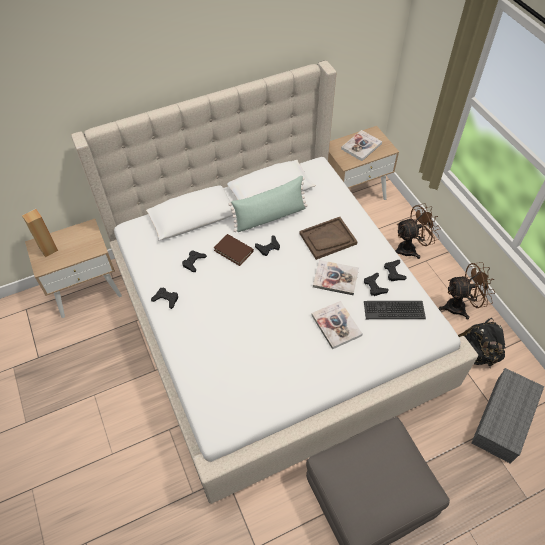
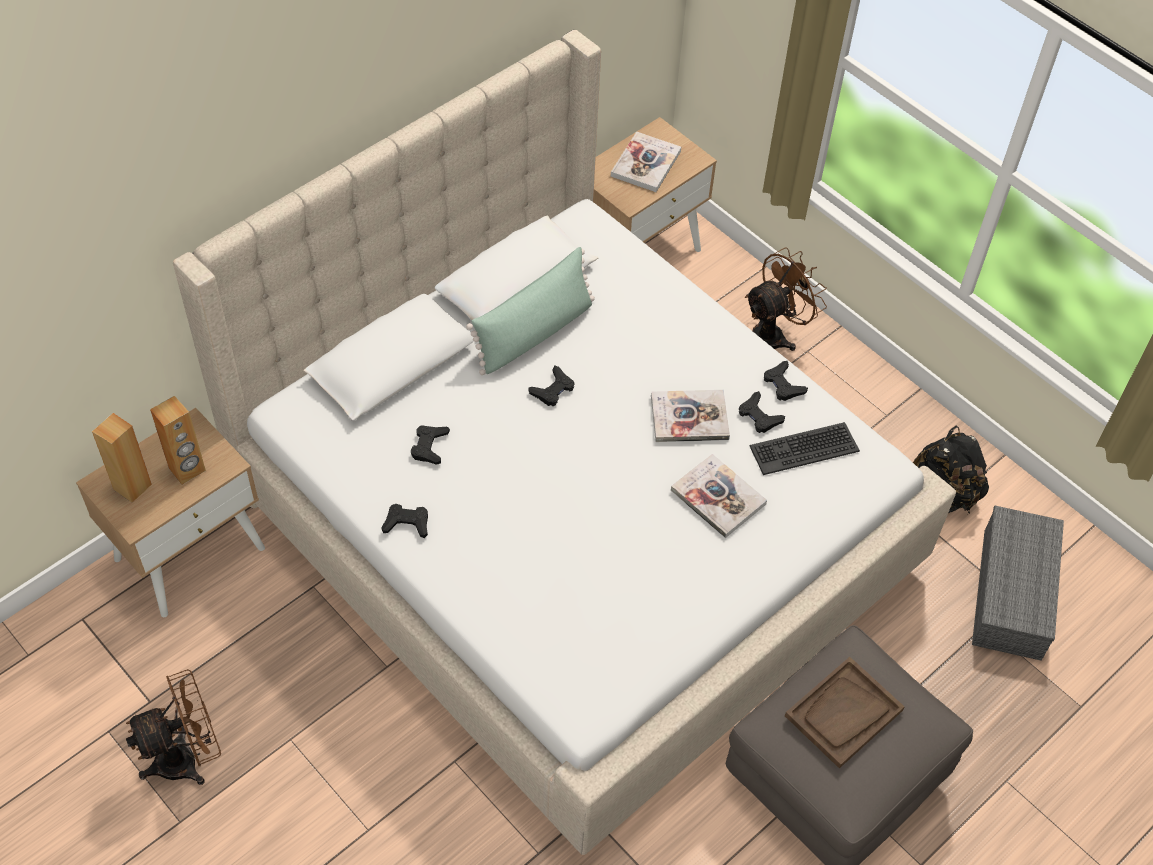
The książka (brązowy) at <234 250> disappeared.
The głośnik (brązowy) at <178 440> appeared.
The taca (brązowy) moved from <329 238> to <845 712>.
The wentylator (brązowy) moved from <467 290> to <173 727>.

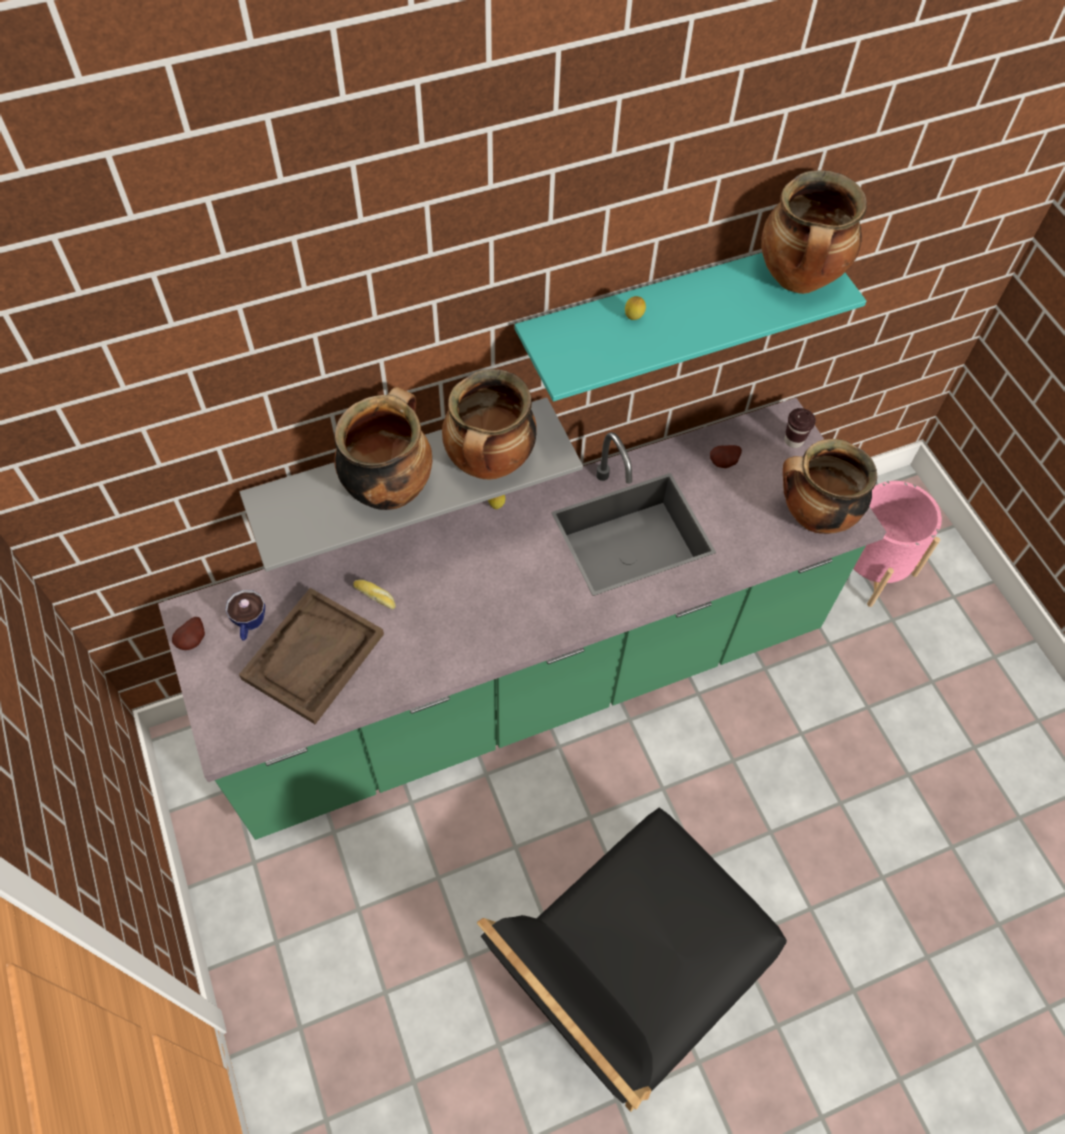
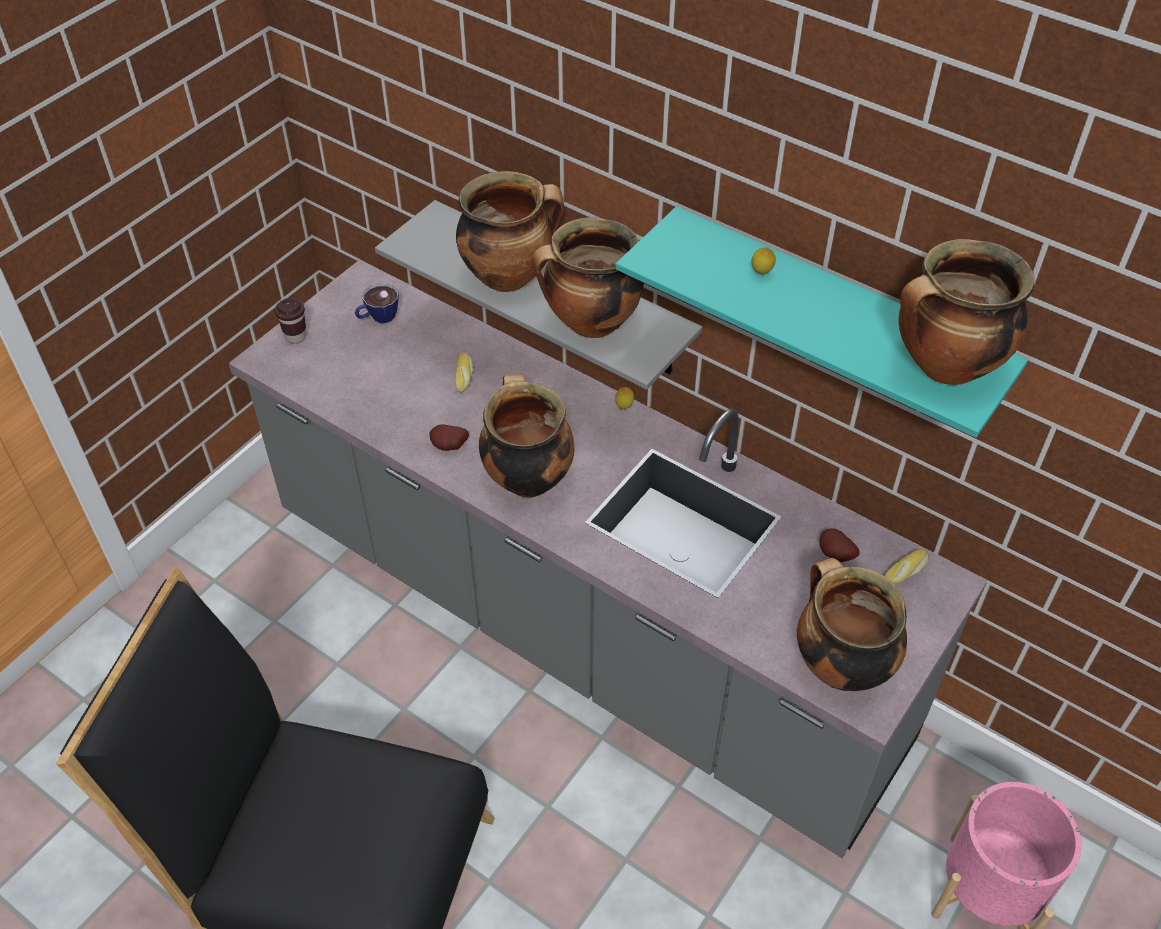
The taca (brązowy) at <311 656> disappeared.
The garnek at <527 435> appeared.
The chleb at <907 566> appeared.
The ziemniak moved from <188 633> to <449 437>.
The filiżanka (brązowy) moved from <800 428> to <290 320>.
The zabudowa kuchenna (zielony) at <522 619> became the zabudowa kuchenna (szary) at <608 559>.

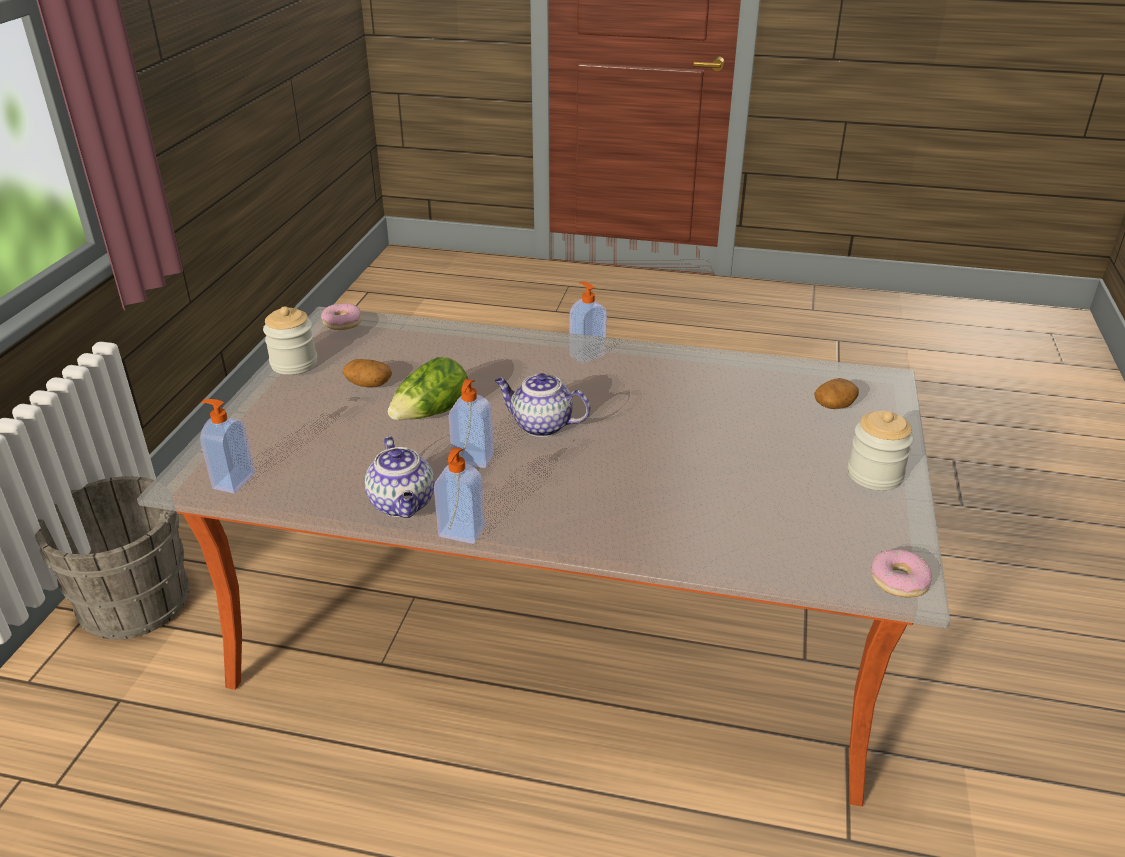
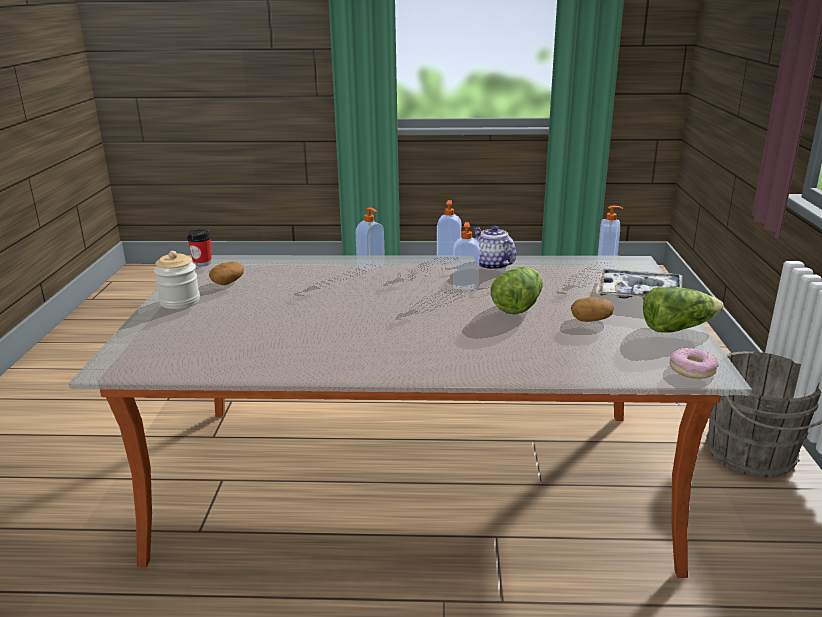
The imbryk at <542 405> disappeared.
The taca at <638 284> appeared.
The dozownik mydła moved from <588 323> to <370 239>.
The ziemniak moved from <836 393> to <226 273>.
The słoik at <290 340> was replaced by the sałata at <683 310>.
The donut at <901 573> was replaced by the filiżanka at <199 247>.

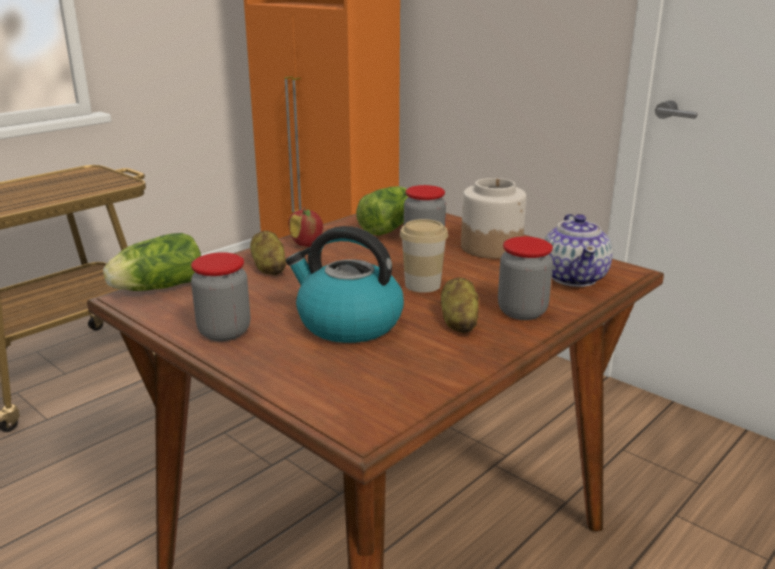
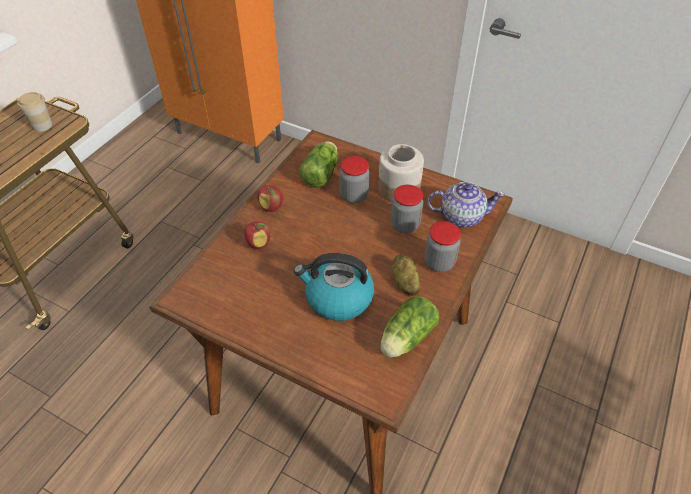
The sałata moved from <152 262> to <409 327>.
The słoik moved from <220 296> to <407 209>.
The filiżanka moved from <424 256> to <34 112>.
The ziemniak at <268 253> was replaced by the jabłko at <257 235>.
The imbryk at <578 250> turned 75 degrees counterclockwise.

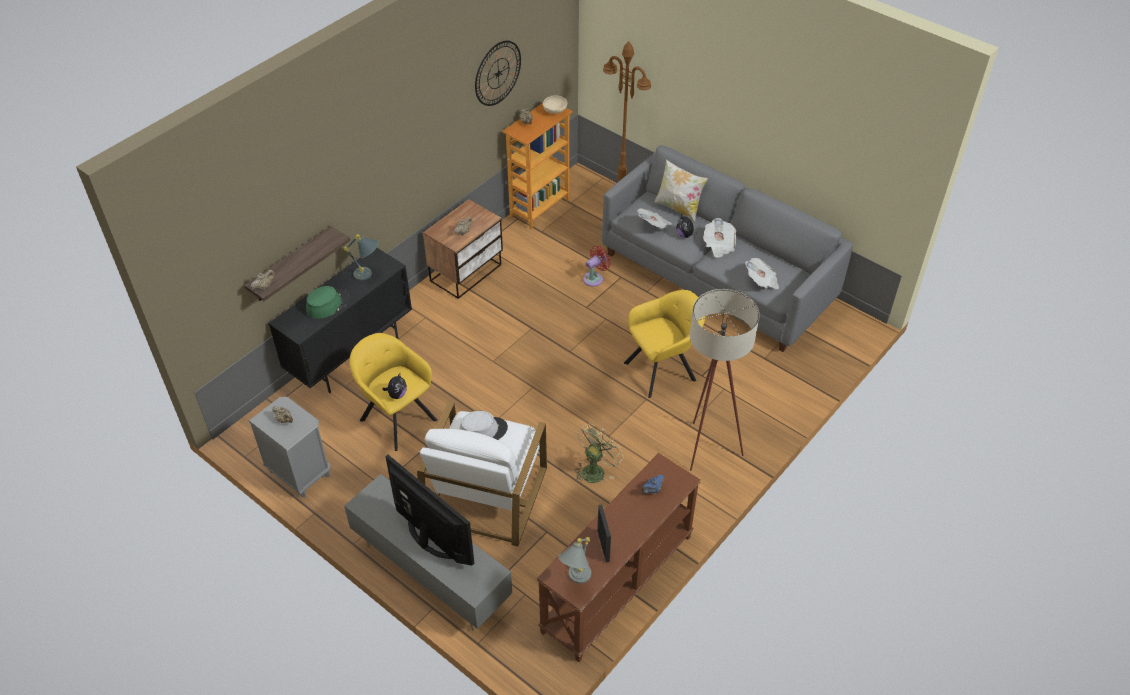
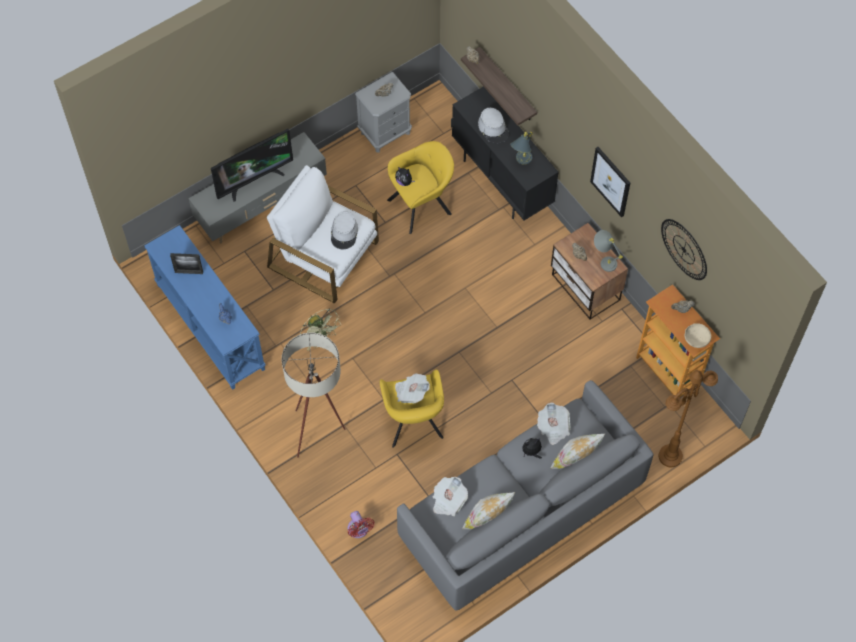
The poduszka at <488 510> appeared.
The obraz at <610 182> appeared.
The lampa stołowa (szary) moved from <574 560> to <608 251>.
The wentylator (czerwony) moved from <597 266> to <361 524>.
The gazeta moved from <719 238> to <412 388>.
The kapelusz (zielony) at <327 302> became the kapelusz (szary) at <493 126>.
The stolik konsolowy (brązowy) at <619 557> became the stolik konsolowy (niebieski) at <204 307>.

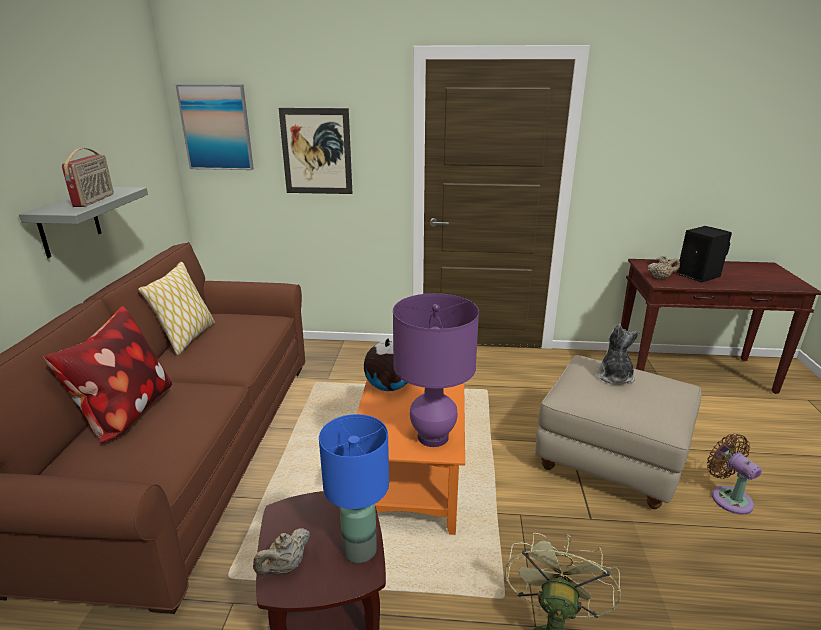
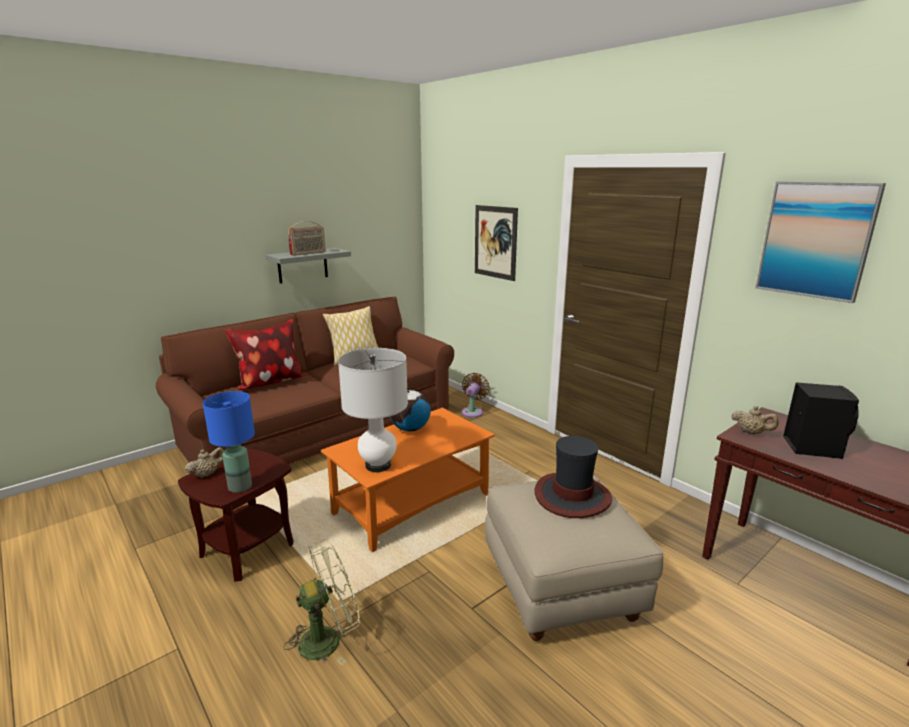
The obraz moved from <214 127> to <820 242>.
The wentylator (brązowy) moved from <734 474> to <476 395>.
The pluszak at <618 354> was replaced by the kapelusz at <573 477>.
The lampa stołowa (fioletowy) at <436 370> became the lampa stołowa (biały) at <373 410>.
The imbryk (beżowy) at <281 551> turned 135 degrees clockwise.

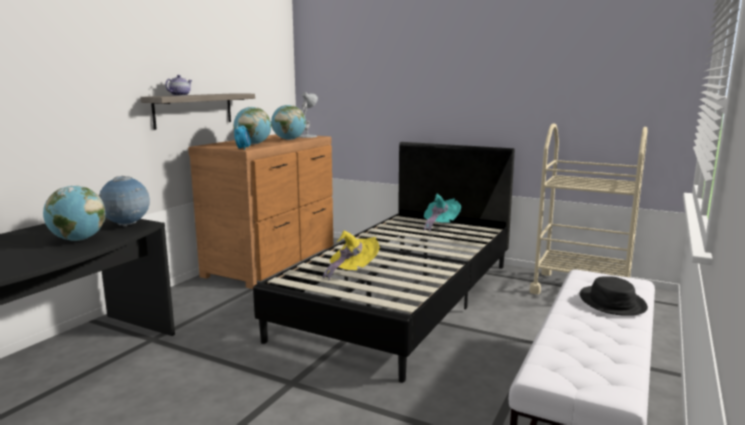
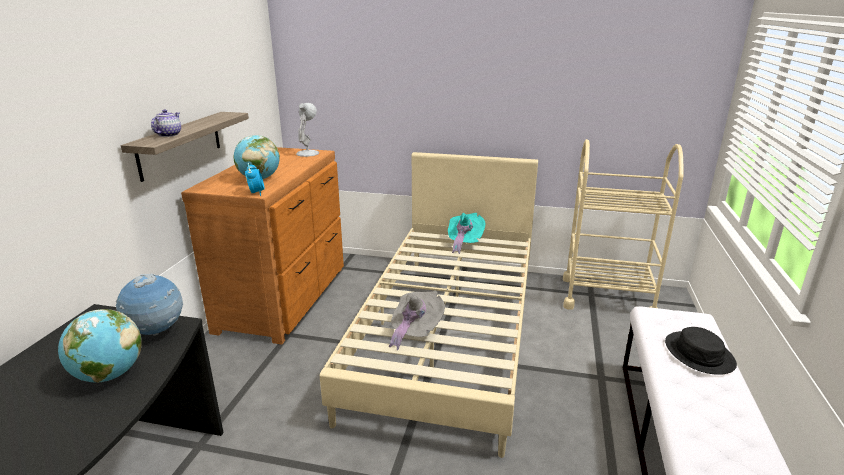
The globus at <288 122> disappeared.
The łóżko (czarny) at <384 262> became the łóżko (beżowy) at <429 305>.
The kapelusz (żółty) at <351 256> became the kapelusz (szary) at <417 321>.

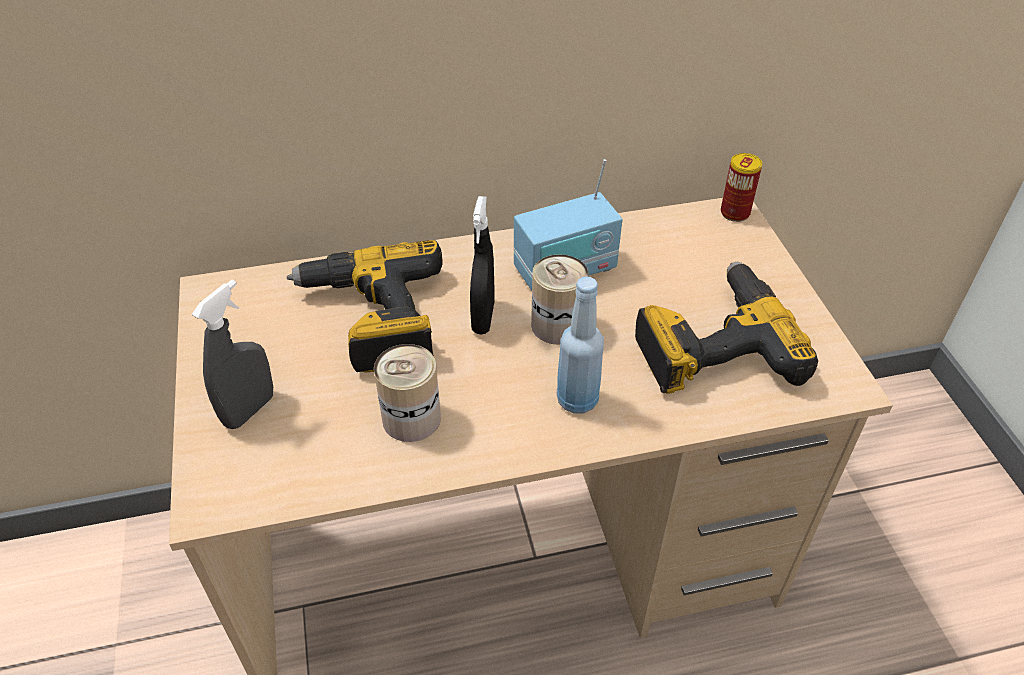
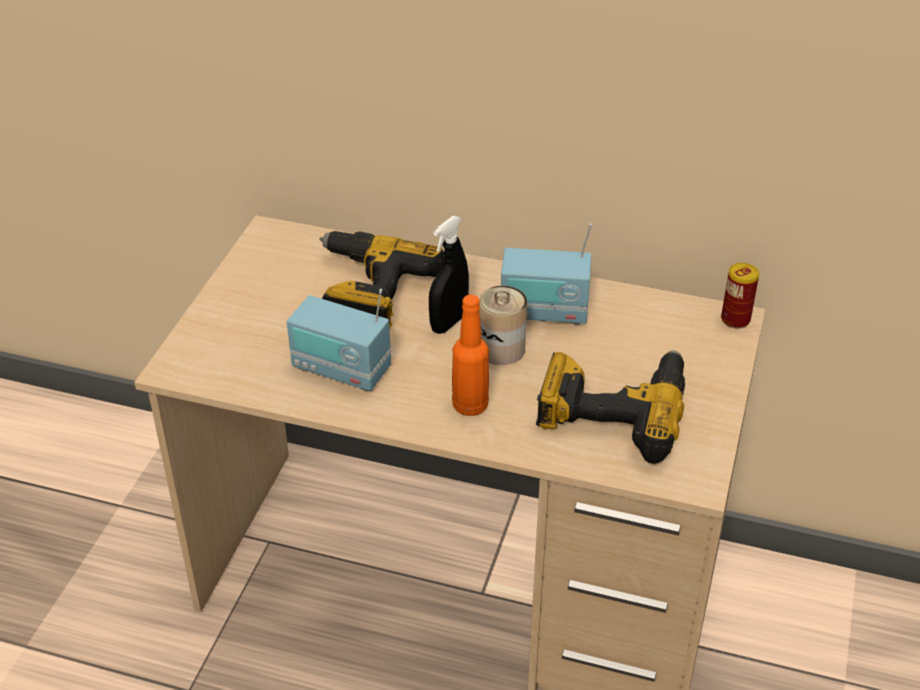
The spryskiwacz (szary) at <232 354> disappeared.
The puszka at <407 393> was replaced by the radio at <339 340>.
The butelka (niebieski) at <580 345> became the butelka (pomarańczowy) at <470 355>.

